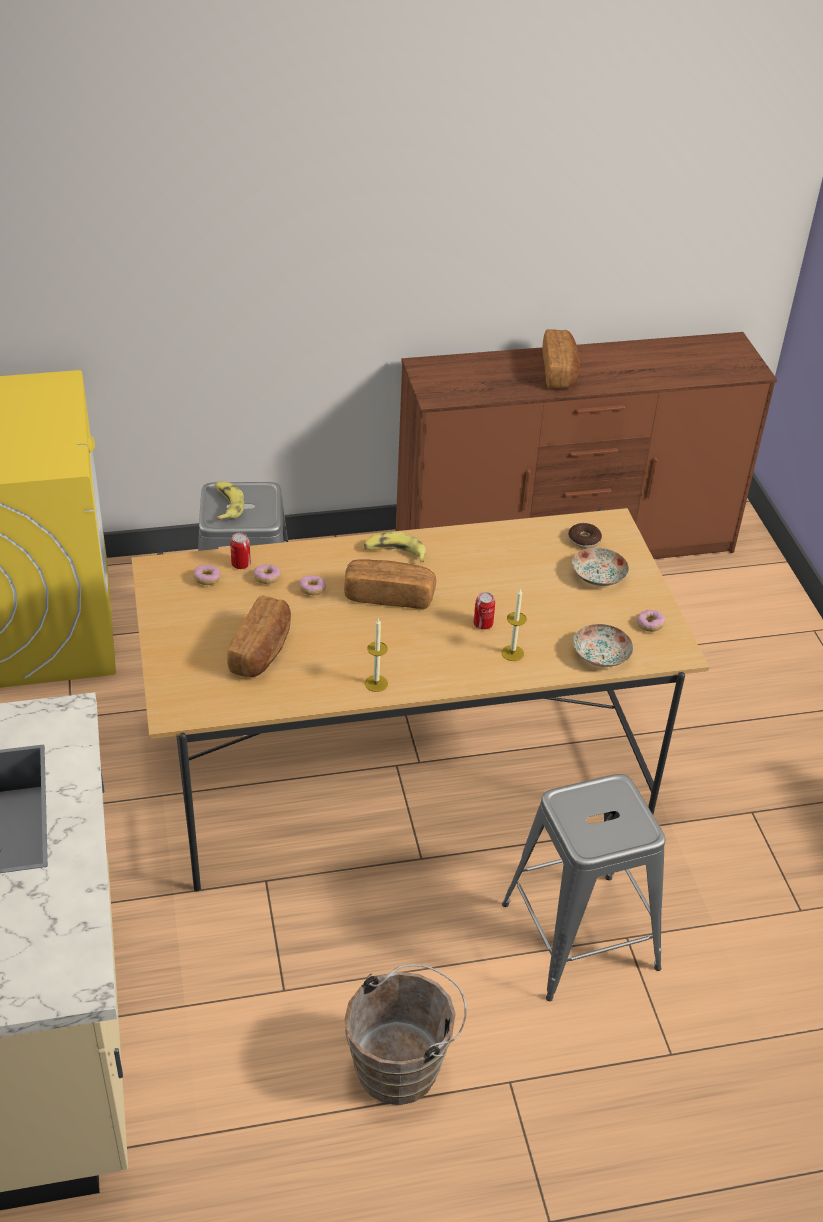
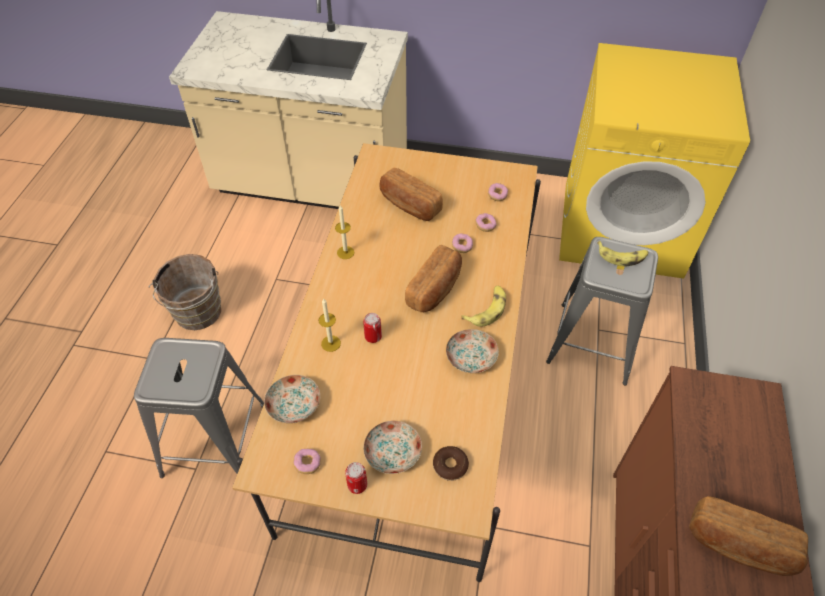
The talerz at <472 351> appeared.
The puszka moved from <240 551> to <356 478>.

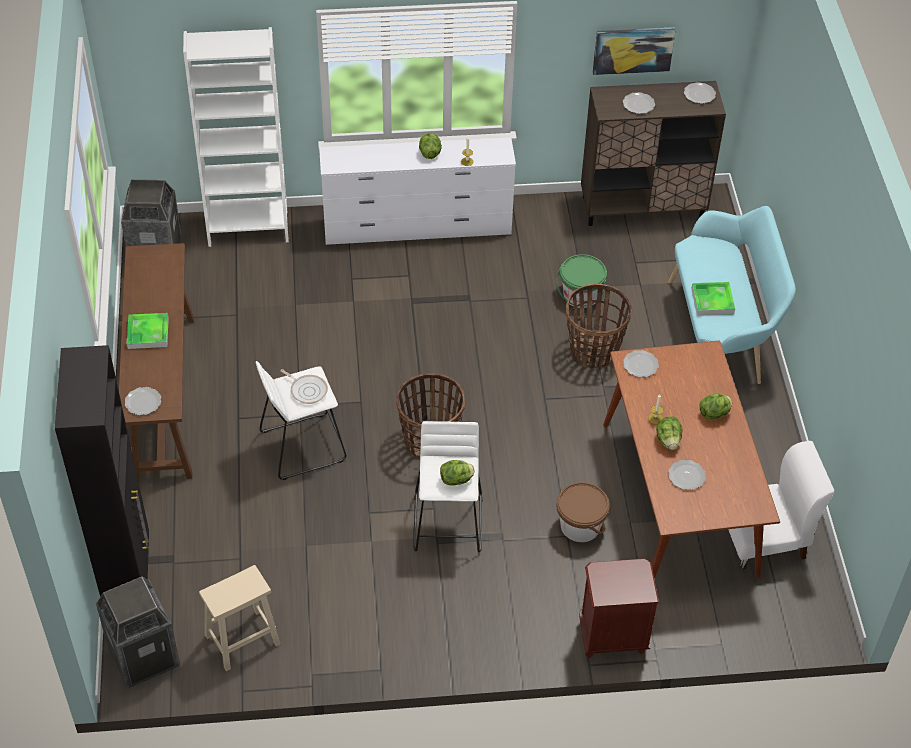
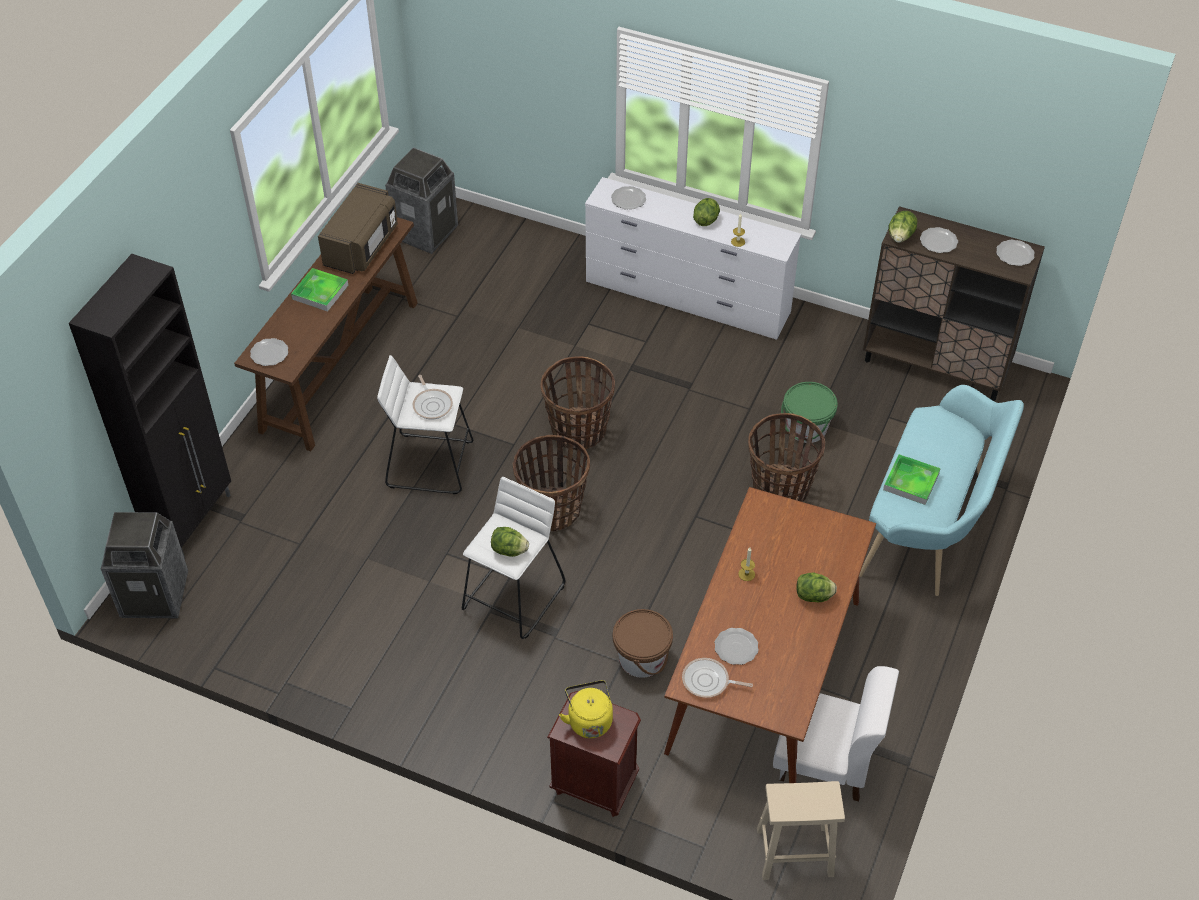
The regał (biały) at <236 137> disappeared.
The obraz at <634 51> disappeared.
The mikrofalówka (brązowy) at <358 228> appeared.
The koszyk at <578 403> appeared.
The czajnik (żółty) at <586 709> appeared.
The patelnia at <717 678> appeared.
The stołek (beżowy) moved from <239 618> to <801 830>.
The talerz moved from <641 363> to <628 198>.
The sałata moved from <669 433> to <903 227>.

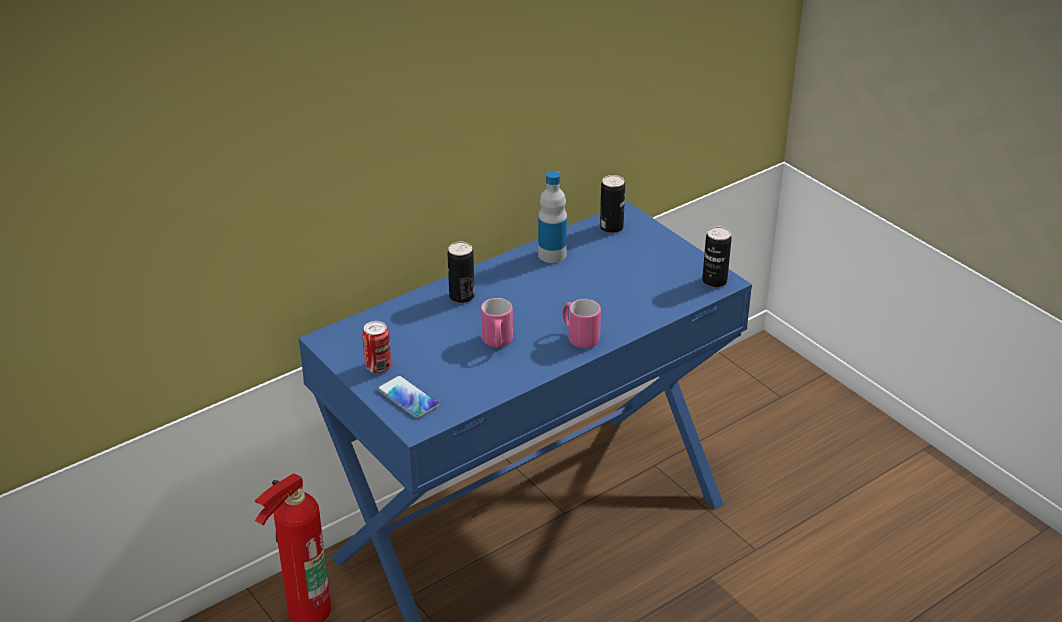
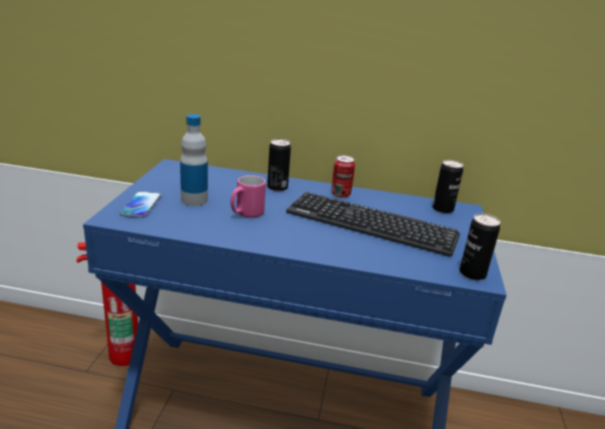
The kubek (różowy) at <581 323> disappeared.
The klawiatura at <373 224> appeared.
The puszka moved from <376 347> to <343 177>.
The butelka moved from <552 217> to <194 160>.

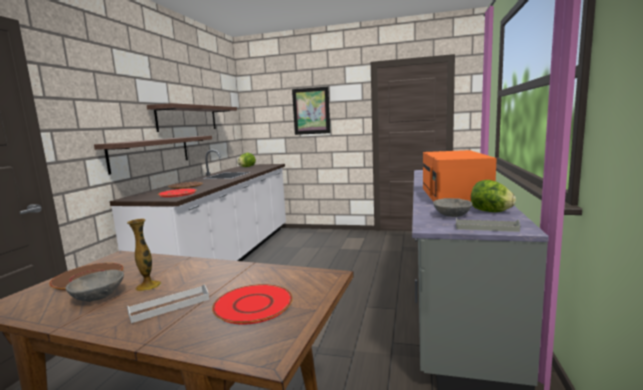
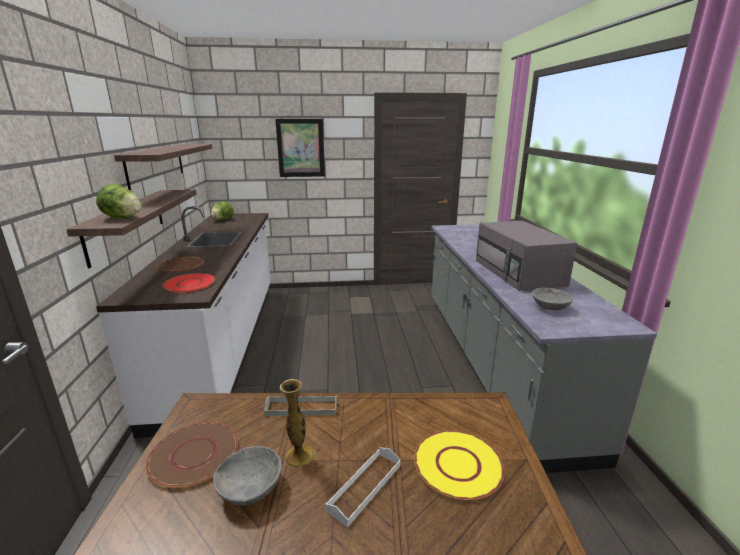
The taca (szary) moved from <488 224> to <300 405>.
The sałata moved from <493 196> to <118 201>.
The talerz (czerwony) at <252 304> became the talerz (żółty) at <459 465>.
The mikrofalówka (pomarańczowy) at <460 176> became the mikrofalówka (szary) at <526 256>.

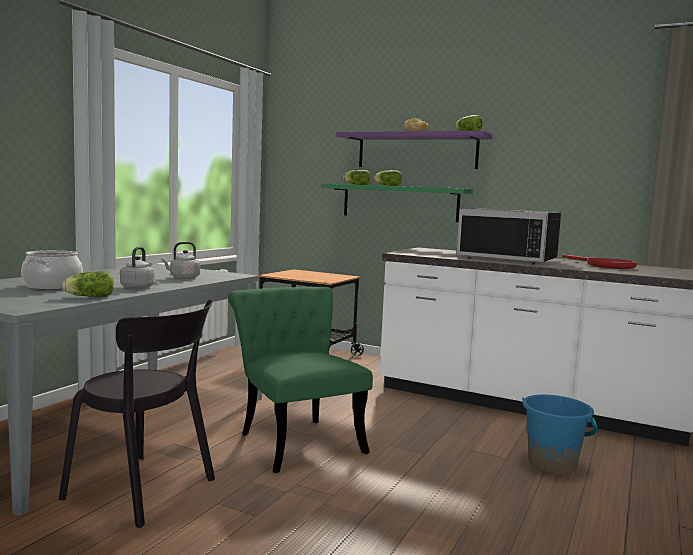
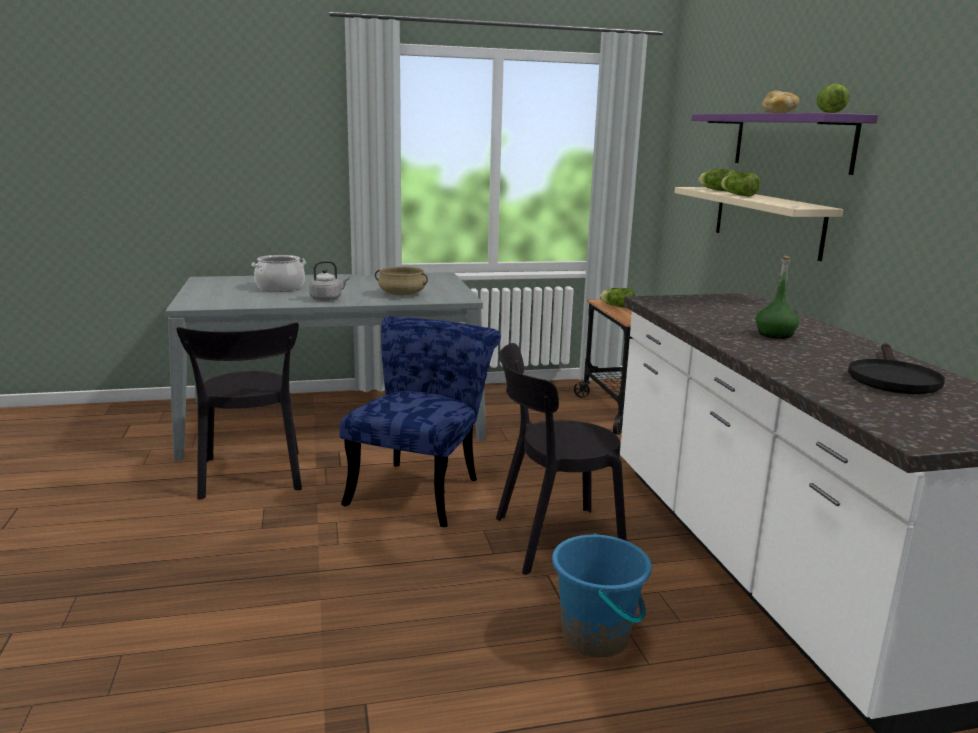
The krzesło (czarny) at <561 459> appeared.
The sałata moved from <88 284> to <617 298>.
The czajnik (szary) at <180 260> was replaced by the garnek (beżowy) at <401 281>.
The mikrofalówka (czarny) at <509 236> was replaced by the butelka (zielony) at <777 297>.
The krzesło (zielony) at <300 380> became the krzesło (niebieski) at <420 422>.
The półka (zielony) at <397 203> became the półka (beżowy) at <759 224>.
The patelnia (czerwony) at <599 261> became the patelnia (czarny) at <896 368>.

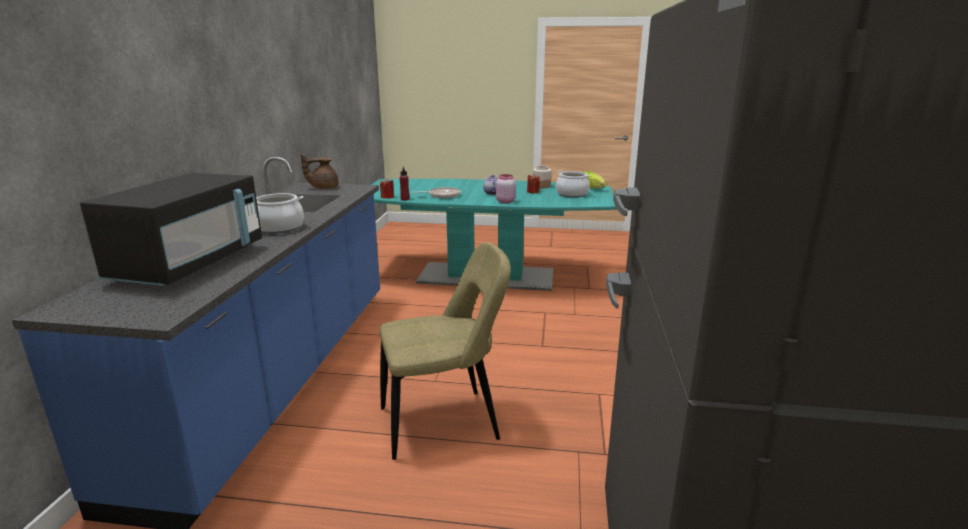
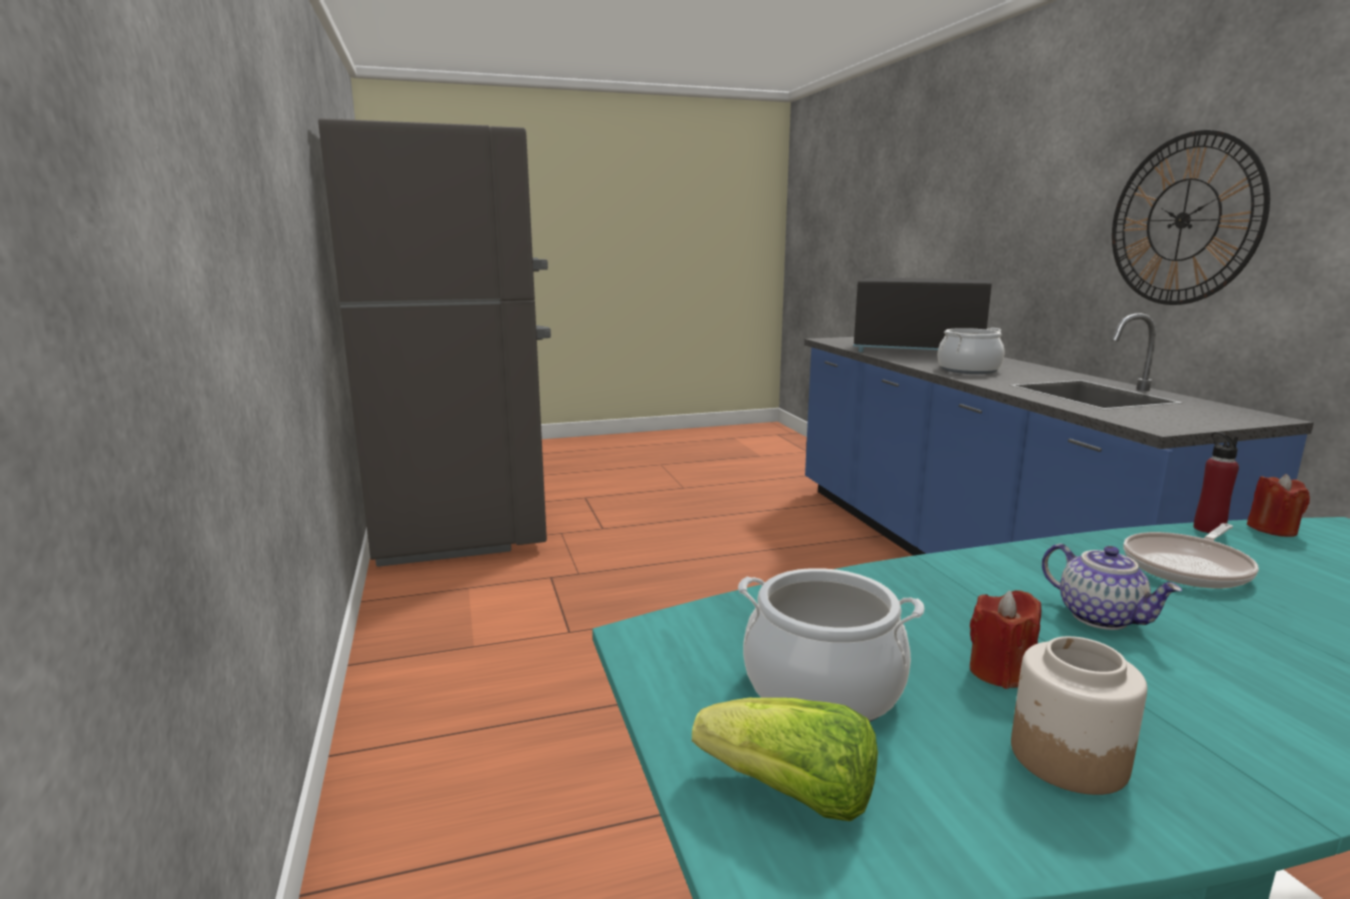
The imbryk (brązowy) at <319 171> disappeared.
The krzesło (beżowy) at <445 351> disappeared.
The słoik (różowy) at <506 188> disappeared.
The zegar ścienny at <1191 217> appeared.
The mikrofalówka (czarny) at <171 229> turned 120 degrees clockwise.

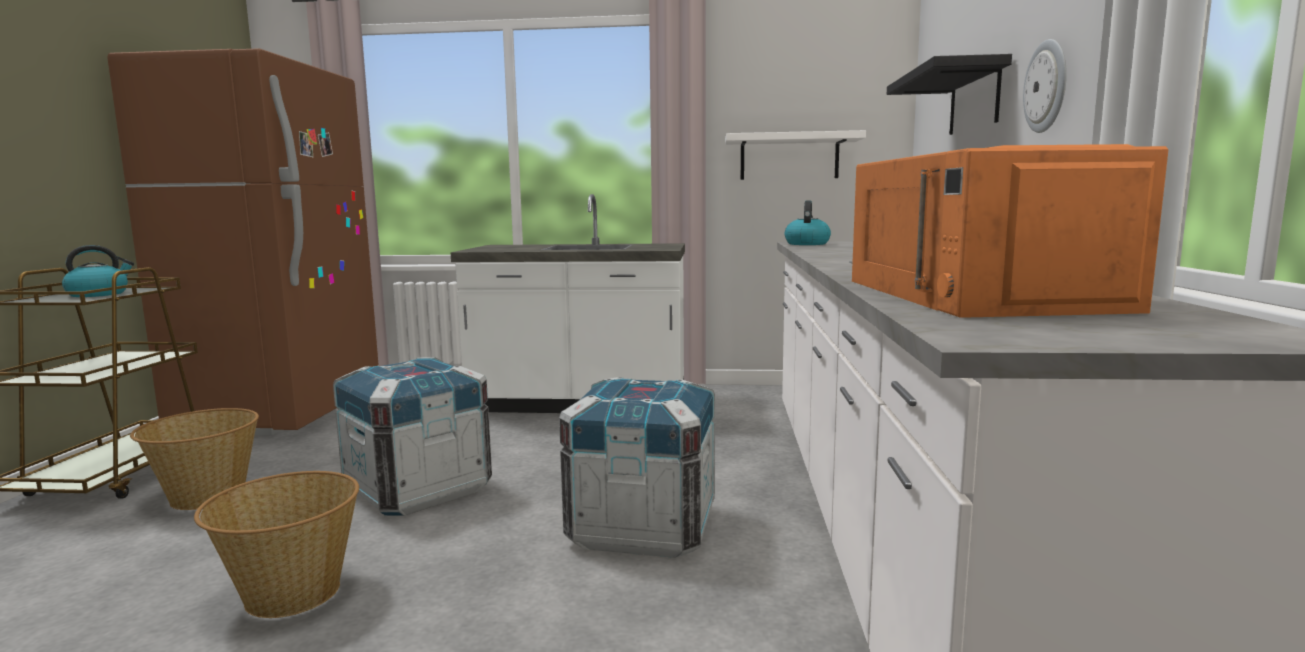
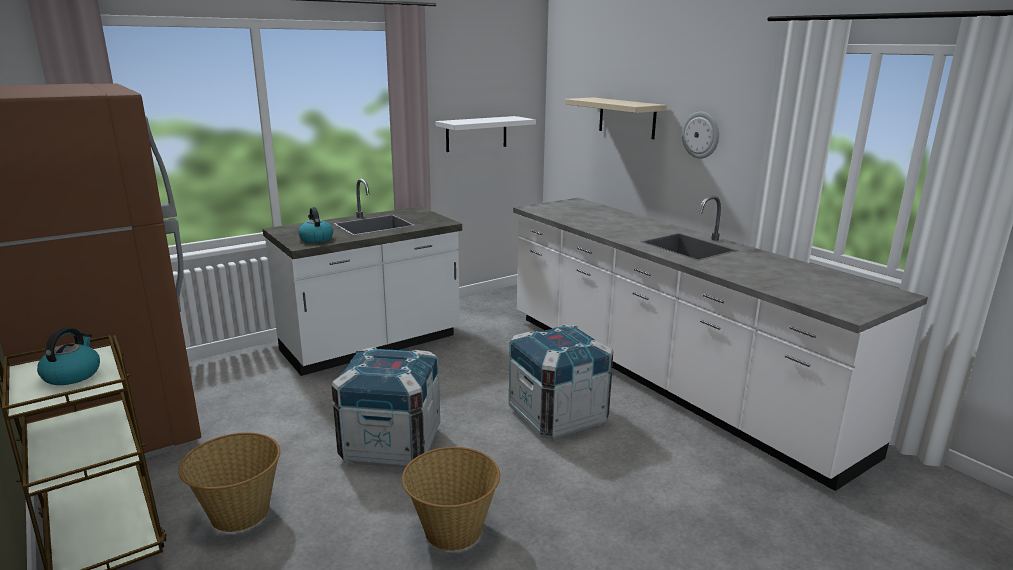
The mikrofalówka (pomarańczowy) at <1010 231> disappeared.
The czajnik moved from <808 222> to <315 225>.
The półka (czarny) at <949 94> became the półka (beżowy) at <616 118>.

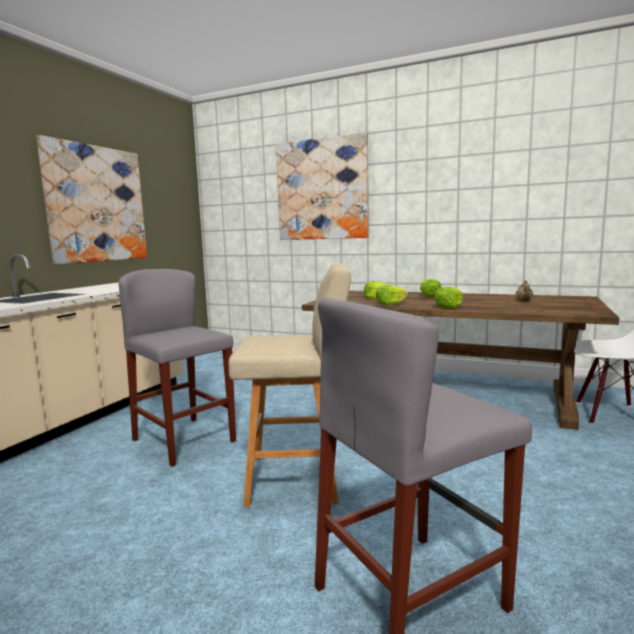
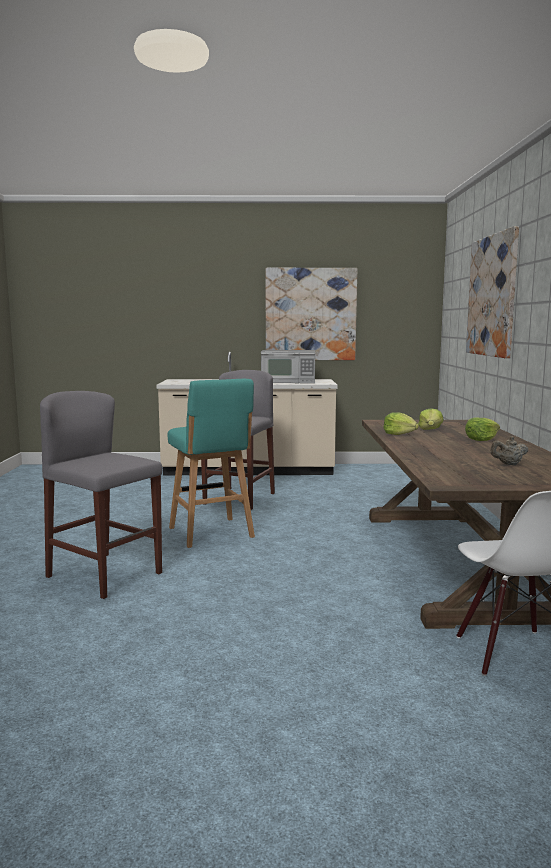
The sałata at <449 298> disappeared.
The mikrofalówka at <288 366> appeared.
The stołek (beżowy) at <290 385> became the stołek (turkusowy) at <211 463>.

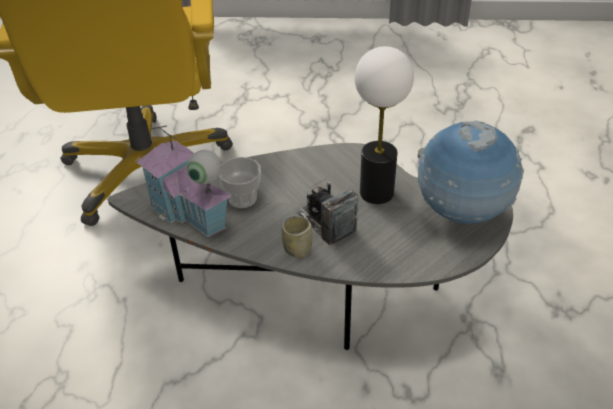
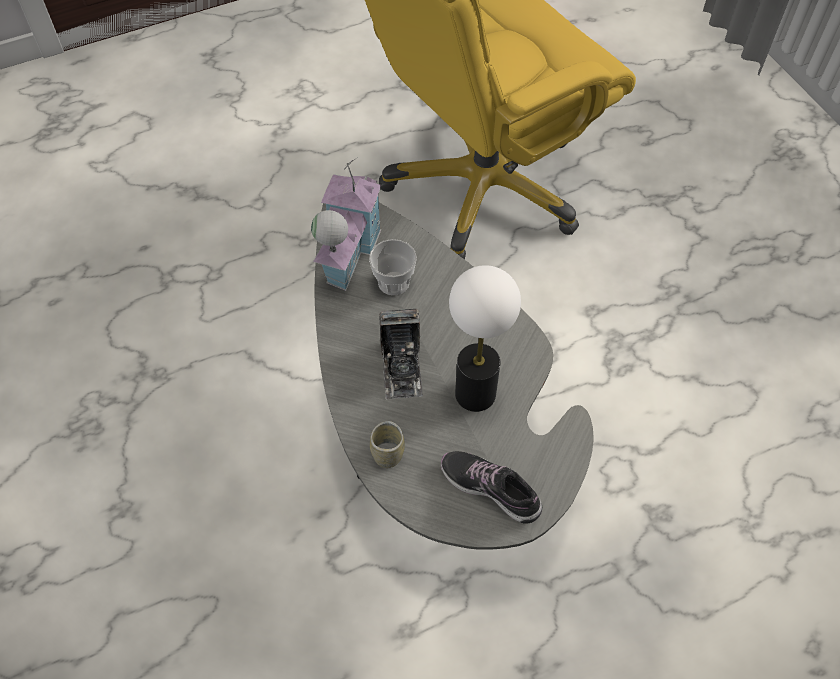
The filiżanka moved from <297 236> to <387 444>.
The globus at <471 172> was replaced by the but at <491 487>.
The aparat fotograficzny at <327 212> turned 150 degrees clockwise.

